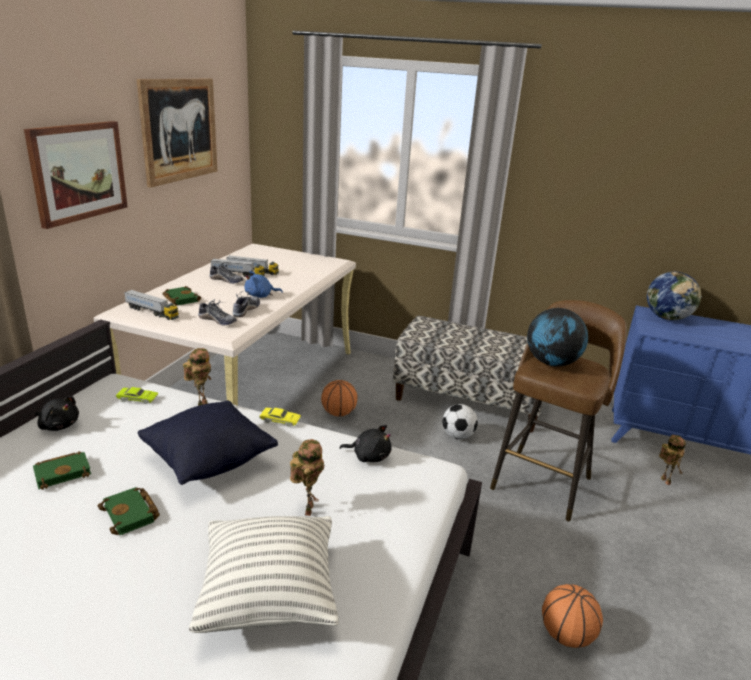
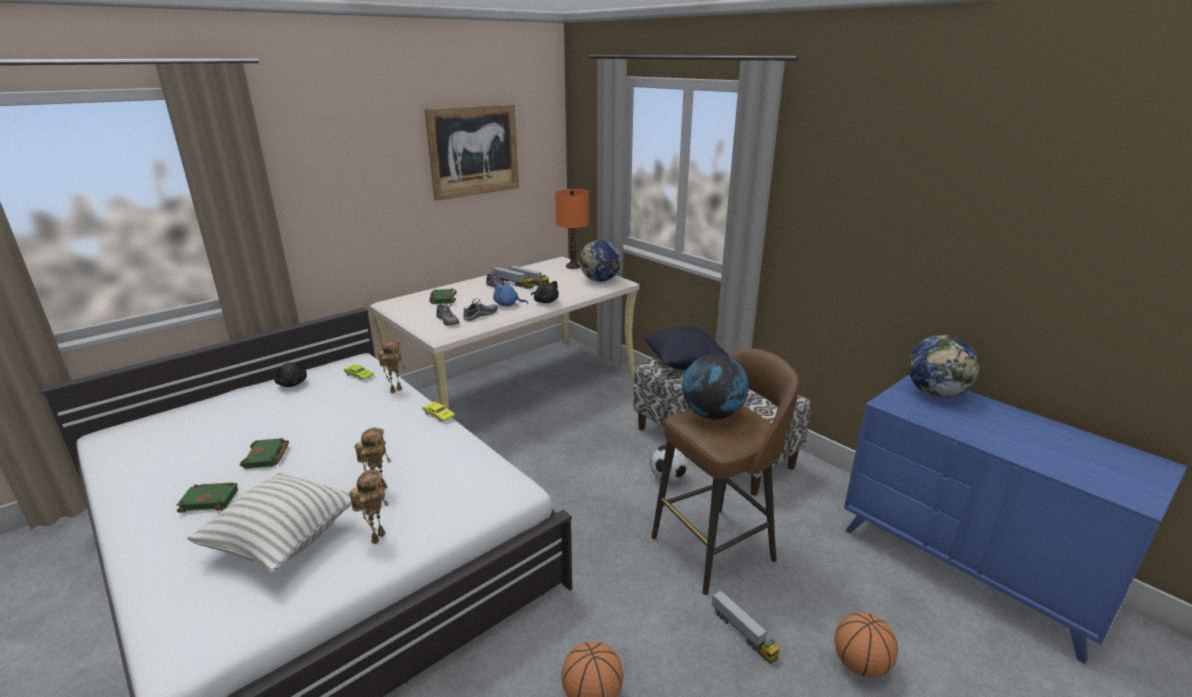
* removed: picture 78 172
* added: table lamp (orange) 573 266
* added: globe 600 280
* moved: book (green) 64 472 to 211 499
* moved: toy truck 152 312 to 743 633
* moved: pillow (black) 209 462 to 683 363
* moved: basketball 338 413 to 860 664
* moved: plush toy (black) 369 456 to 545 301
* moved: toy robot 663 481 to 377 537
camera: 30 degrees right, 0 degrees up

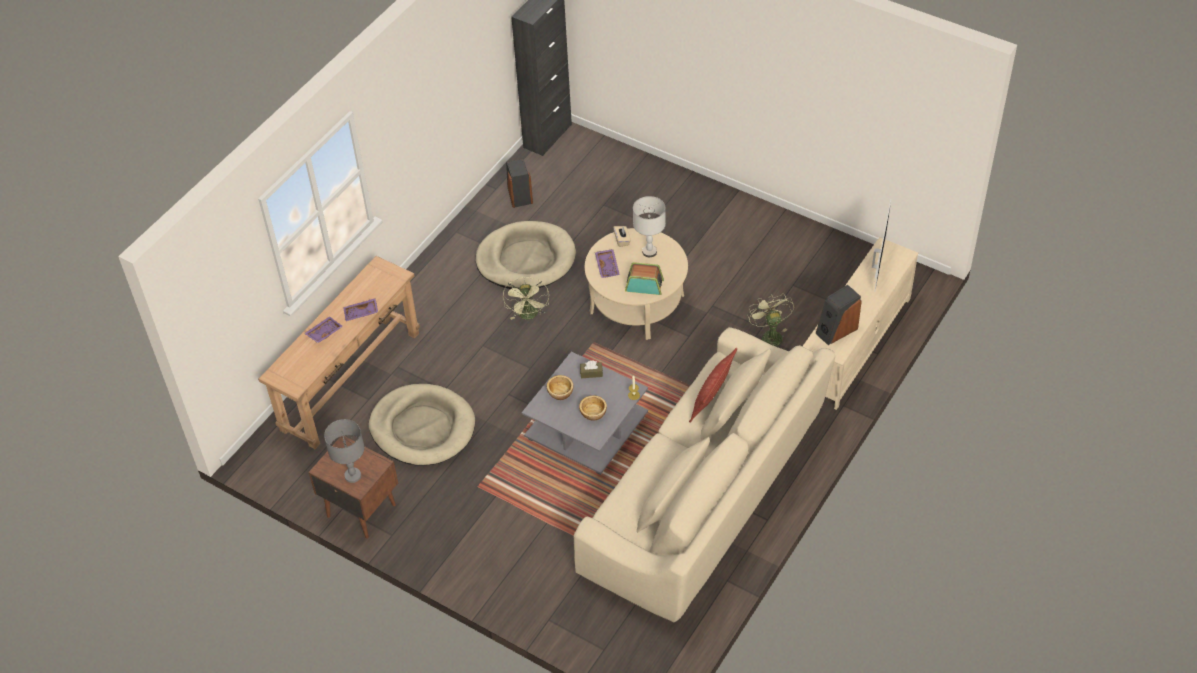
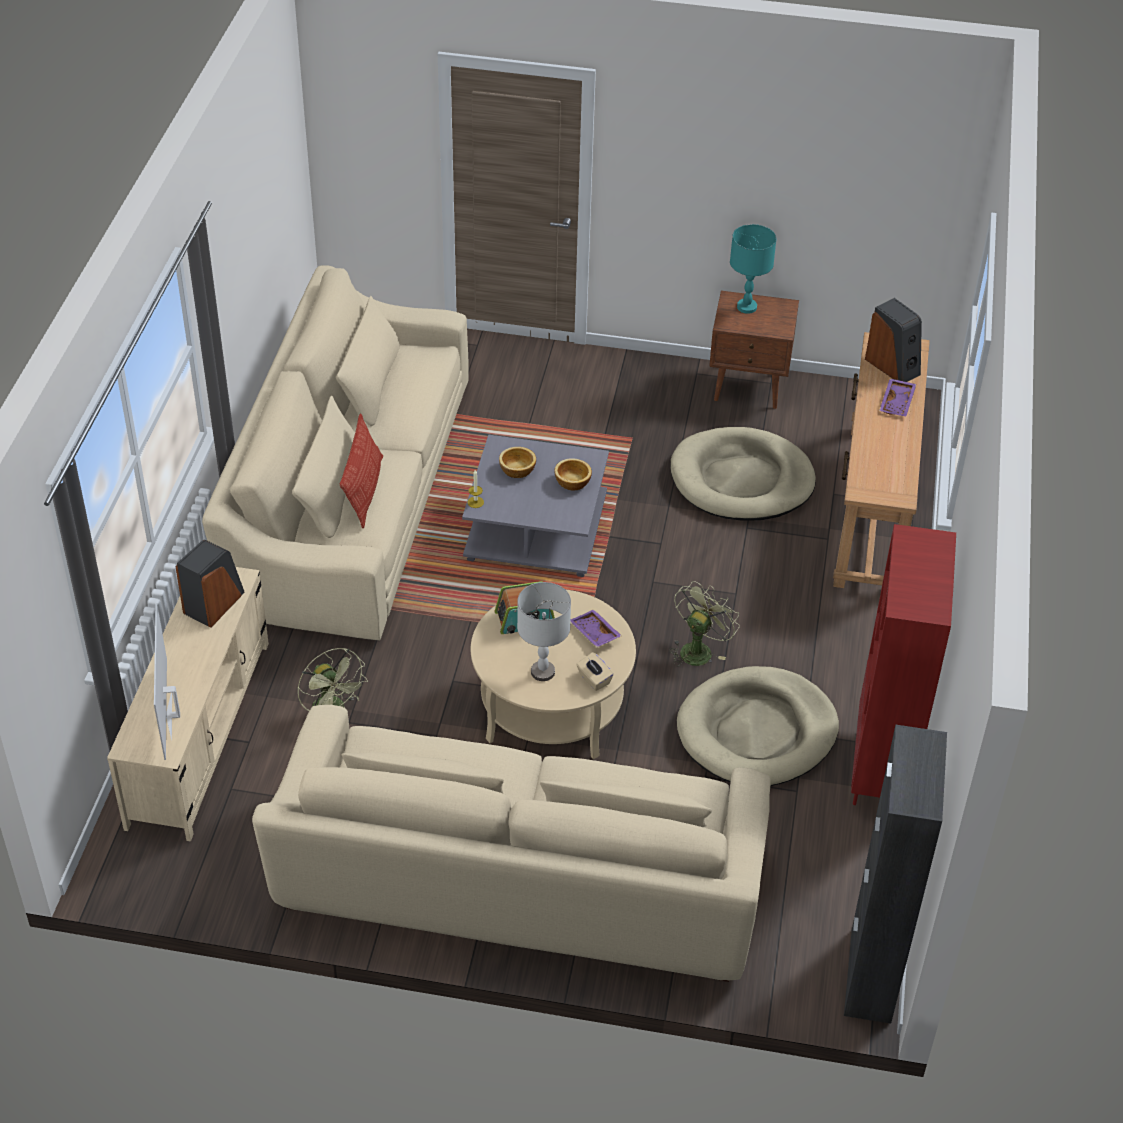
* removed: tray (purple) 361 313
* removed: tissue box (brown) 591 373
* added: sofa (beige) 518 883
* added: bookcase (red) 881 771
* moved: speaker 519 195 to 893 366
* recoloured: table lamp (grey) 353 476 to table lamp (turquoise) 746 307
* turned: fan (green) 529 316 = 698 649 60 degrees clockwise
camera: 155 degrees right, 5 degrees down

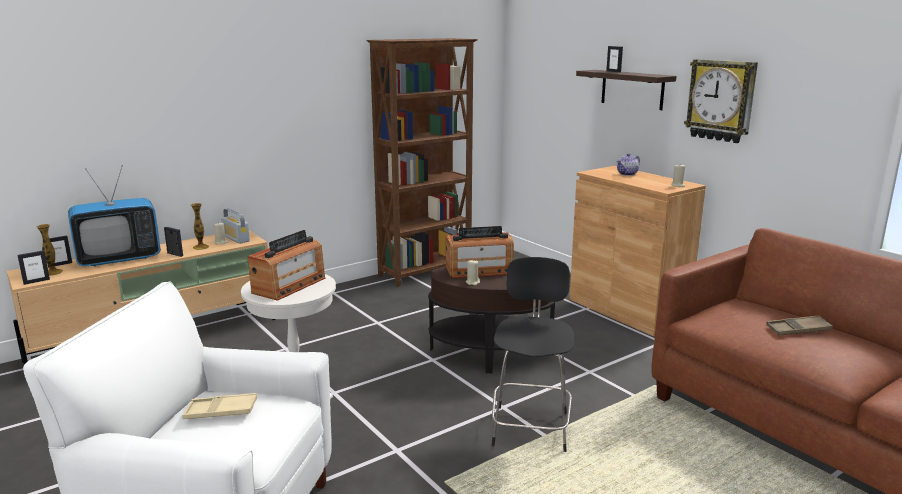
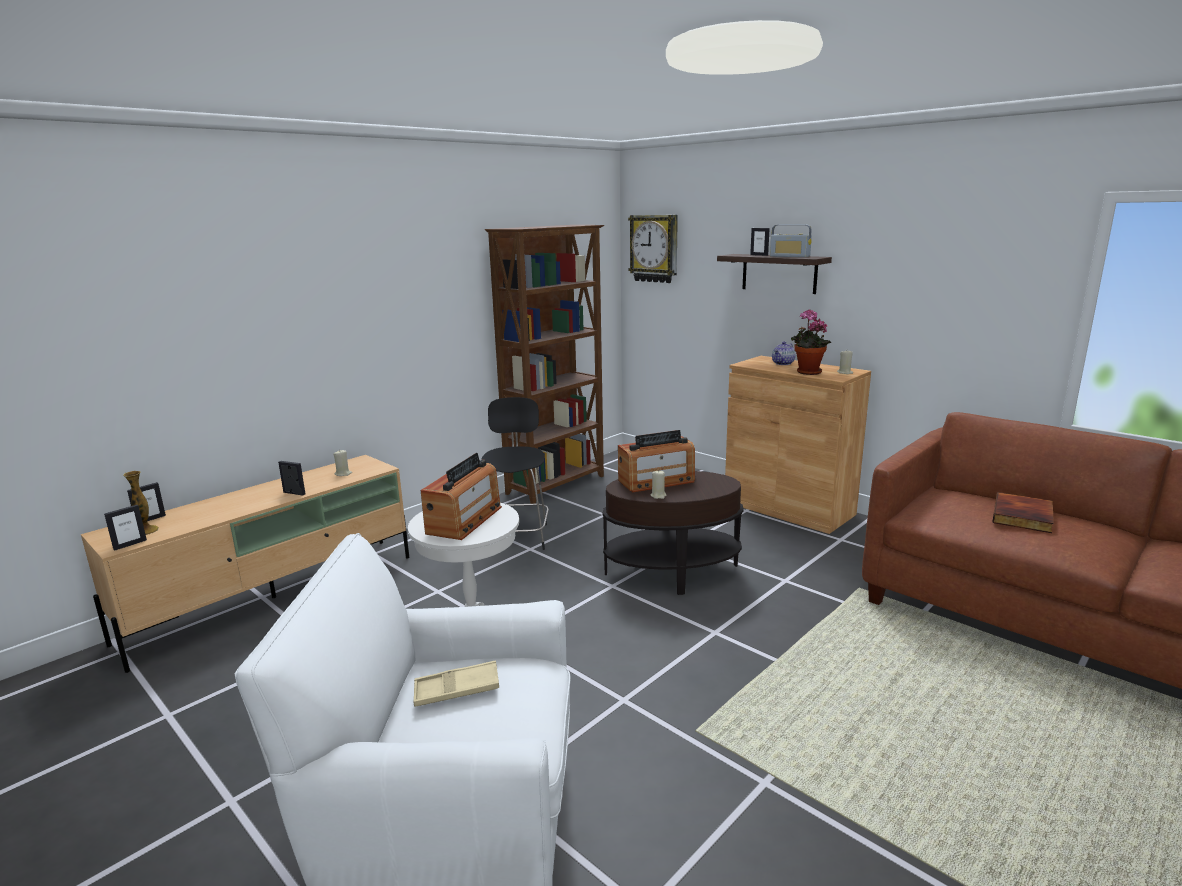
* removed: television 119 259
* removed: vase 200 247
* added: potted plant 806 372
* moved: radio 236 238 to 789 256
* moved: stool (black) 530 426 to 517 536
* moved: wall clock 721 100 to 654 248
* replaced: tray (brown) 798 330 to book 1024 516
camera: 10 degrees left, 0 degrees up

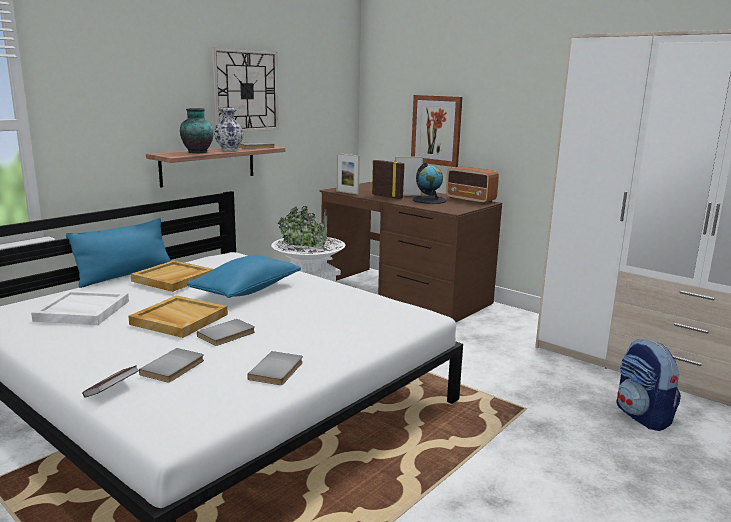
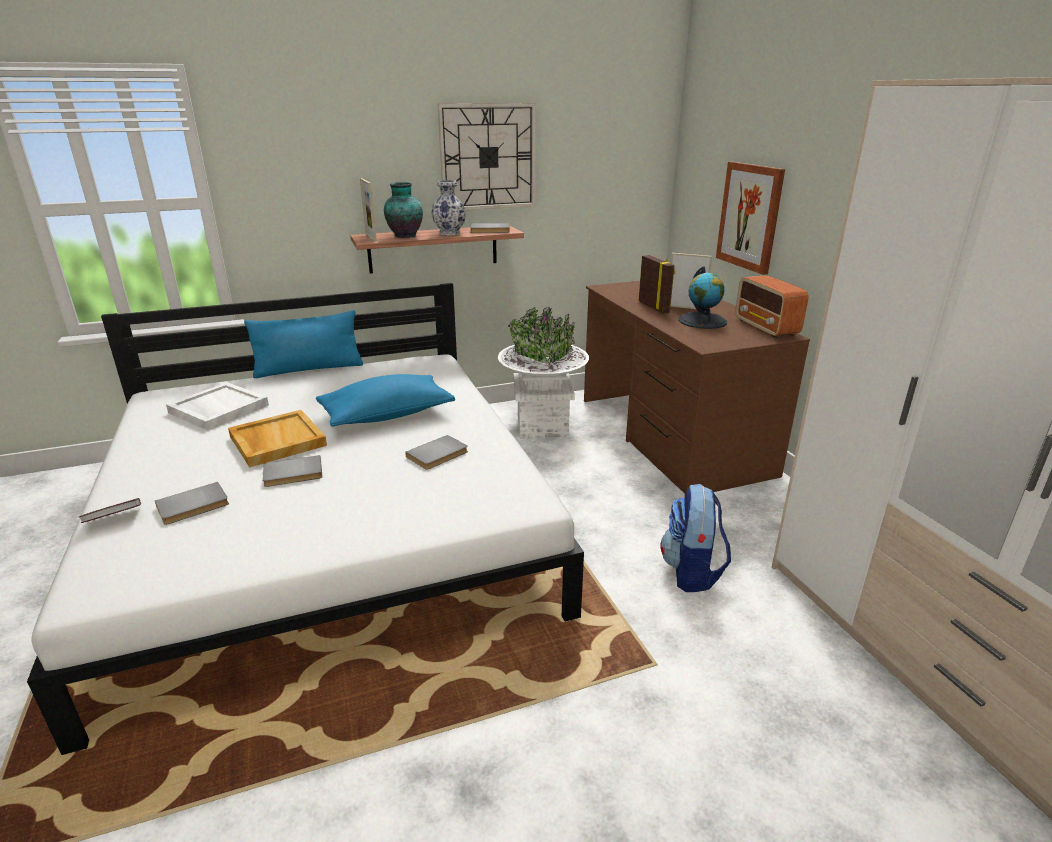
* removed: tray (beige) 173 279
* moved: book (grey) 278 370 to 438 455
* moved: picture frame 347 192 to 371 238
* moved: backpack 643 416 to 692 572
camera: 30 degrees right, 10 degrees up

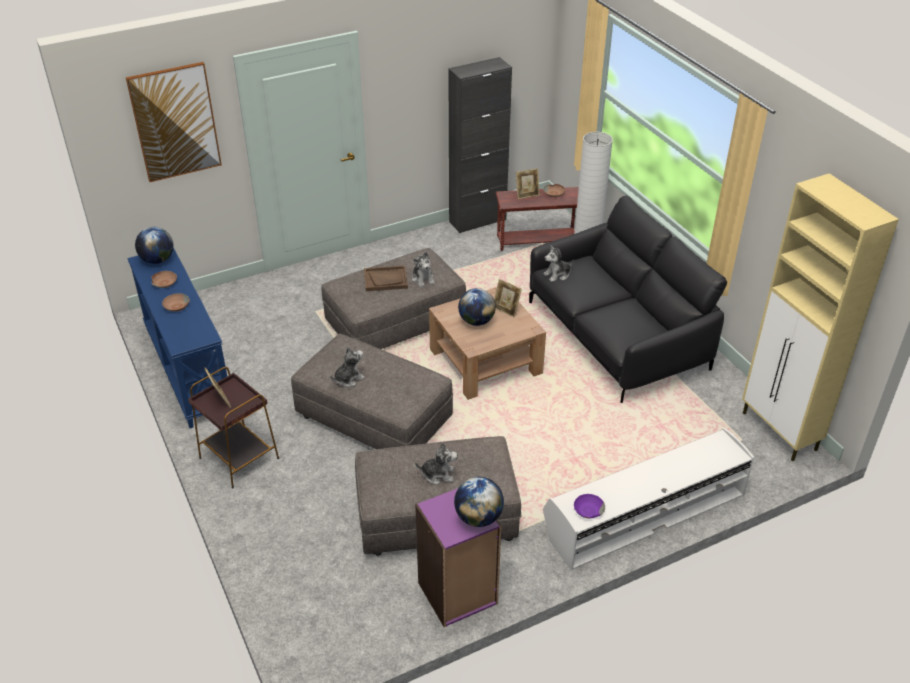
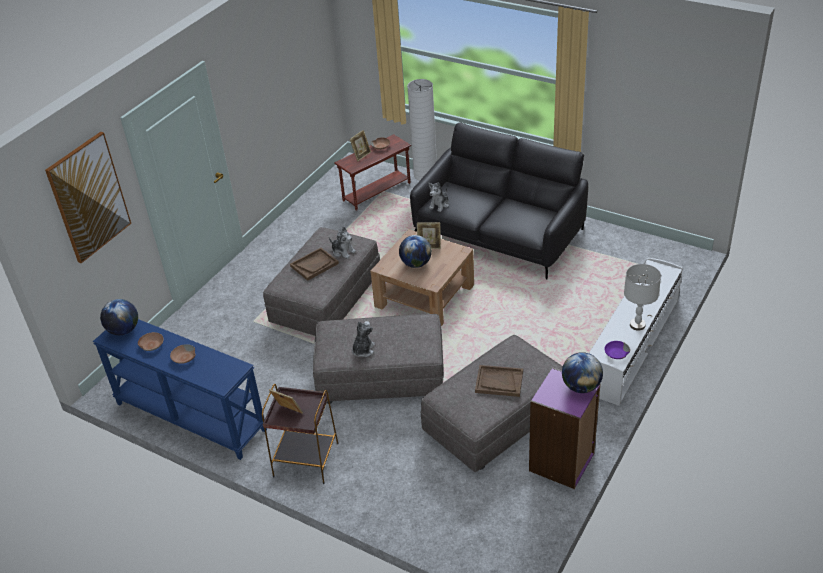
* removed: cabinet (black) 477 221
* removed: cabinet (beige) 779 432
* added: table lamp (grey) 637 325
* replaced: plush toy 438 474 to tray (brown) 499 382
camera: 30 degrees left, 0 degrees up

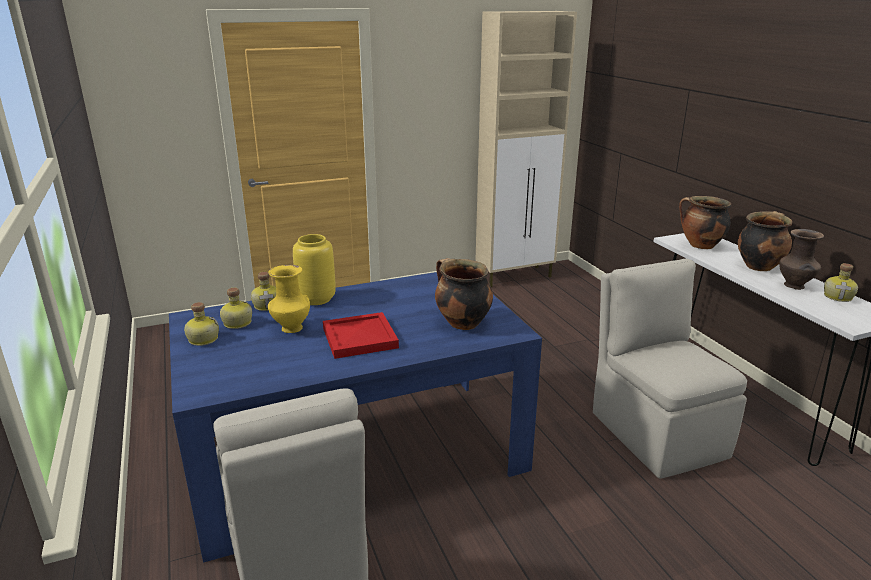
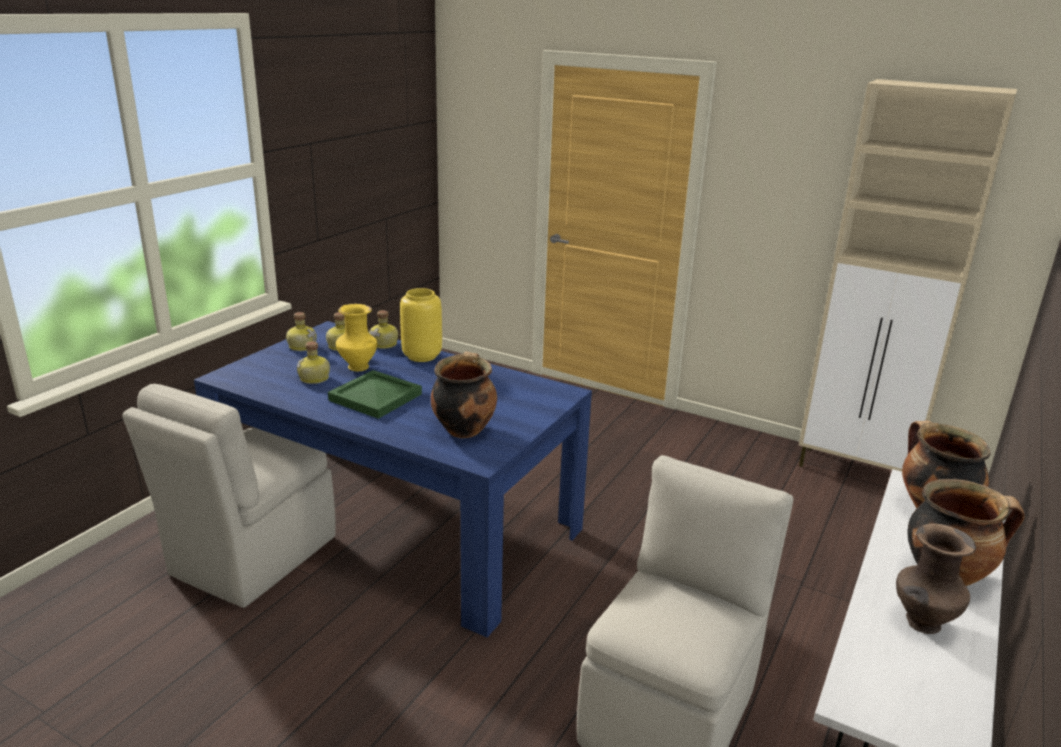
* moved: bottle 838 297 to 315 379
* recoloured: tray (red) 358 337 to tray (green) 375 396
camera: 50 degrees right, 0 degrees up

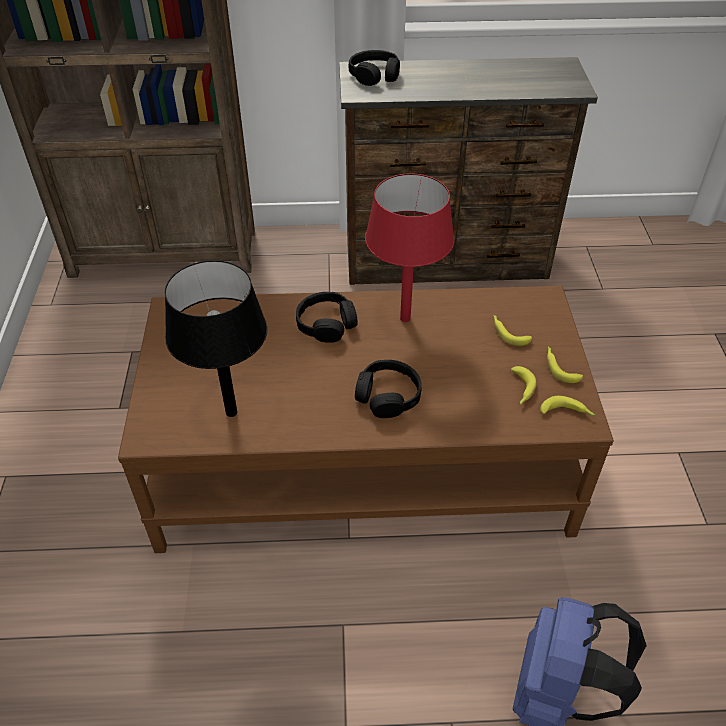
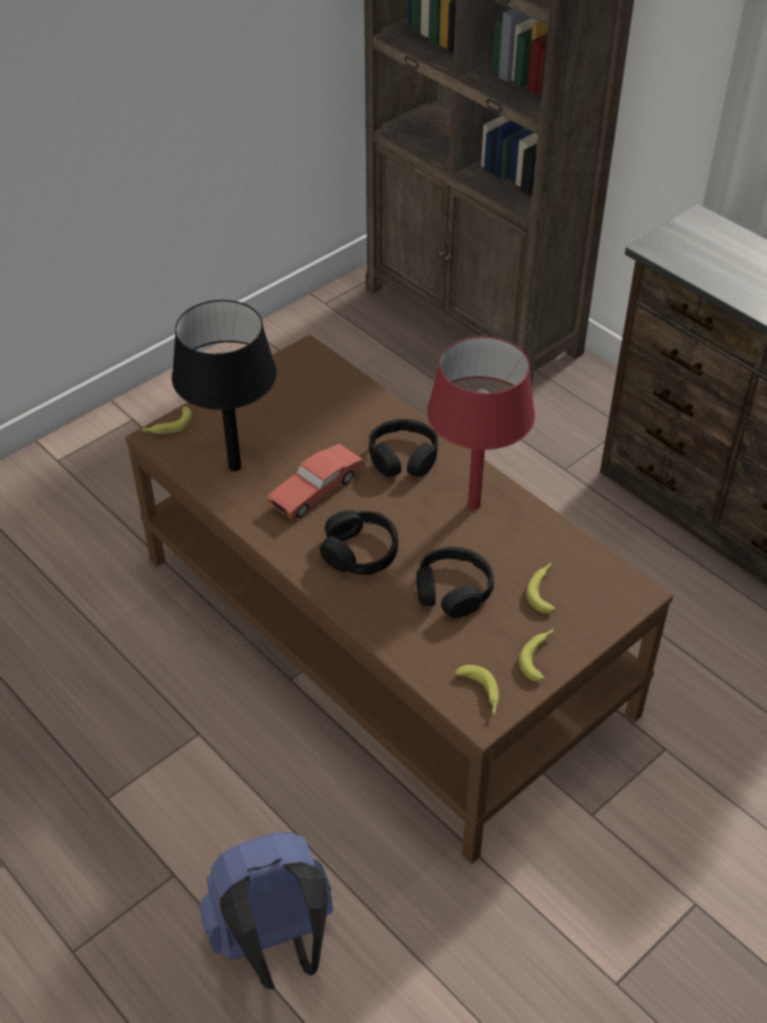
* added: toy car (red) 316 490
* moved: headphones (black) 374 75 to 453 590
* moved: banana 521 390 to 167 426
camera: 50 degrees right, 0 degrees up

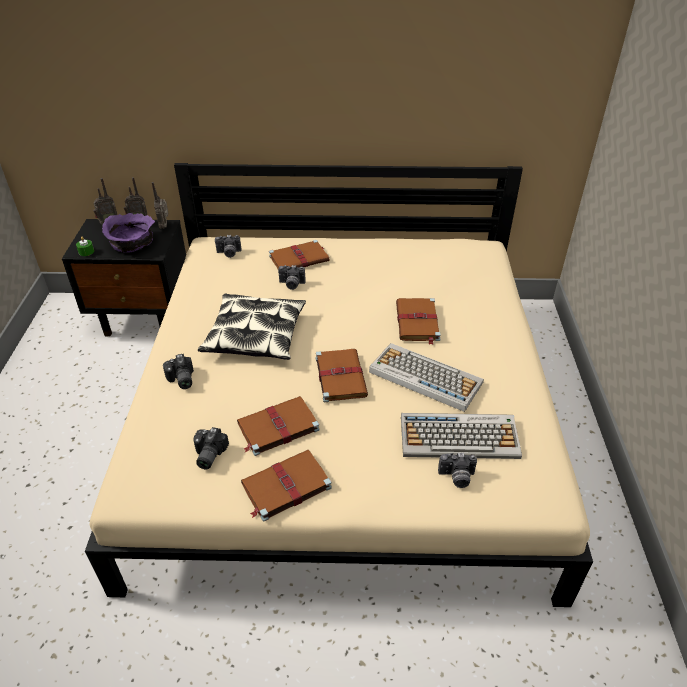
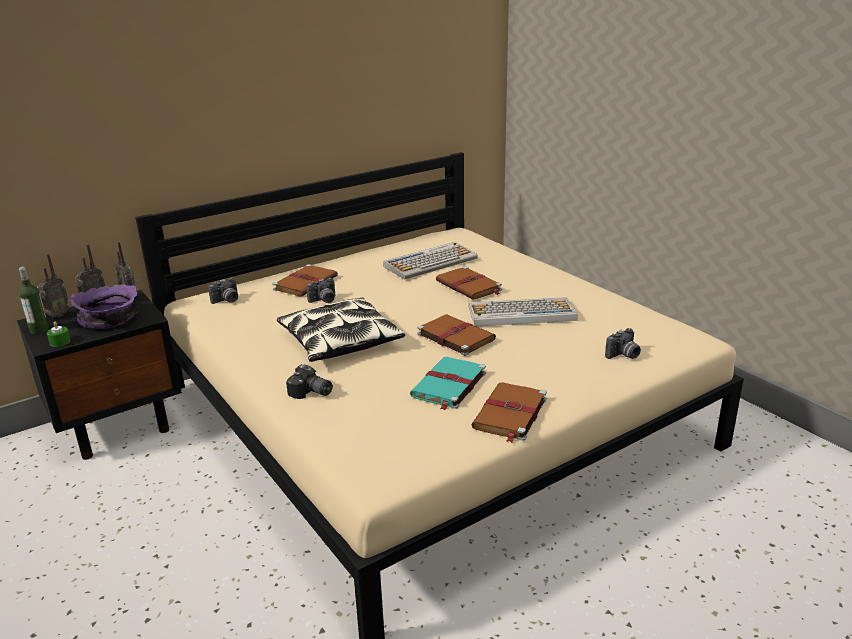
* removed: photo camera 207 455
* added: bottle 39 330
* moved: keyboard 460 437 to 431 262
* recoloured: book (brown) 277 427 to book (turquoise) 448 385
camera: 35 degrees left, 15 degrees down

